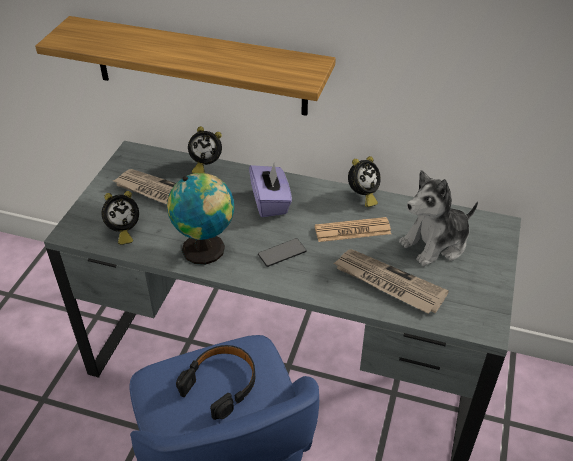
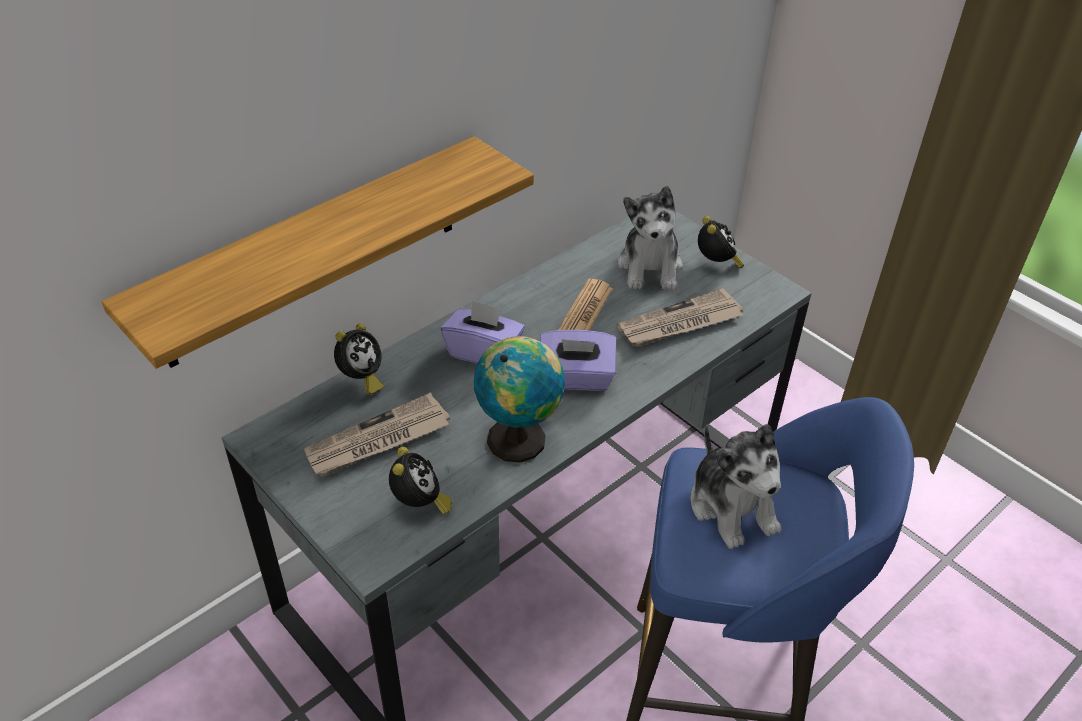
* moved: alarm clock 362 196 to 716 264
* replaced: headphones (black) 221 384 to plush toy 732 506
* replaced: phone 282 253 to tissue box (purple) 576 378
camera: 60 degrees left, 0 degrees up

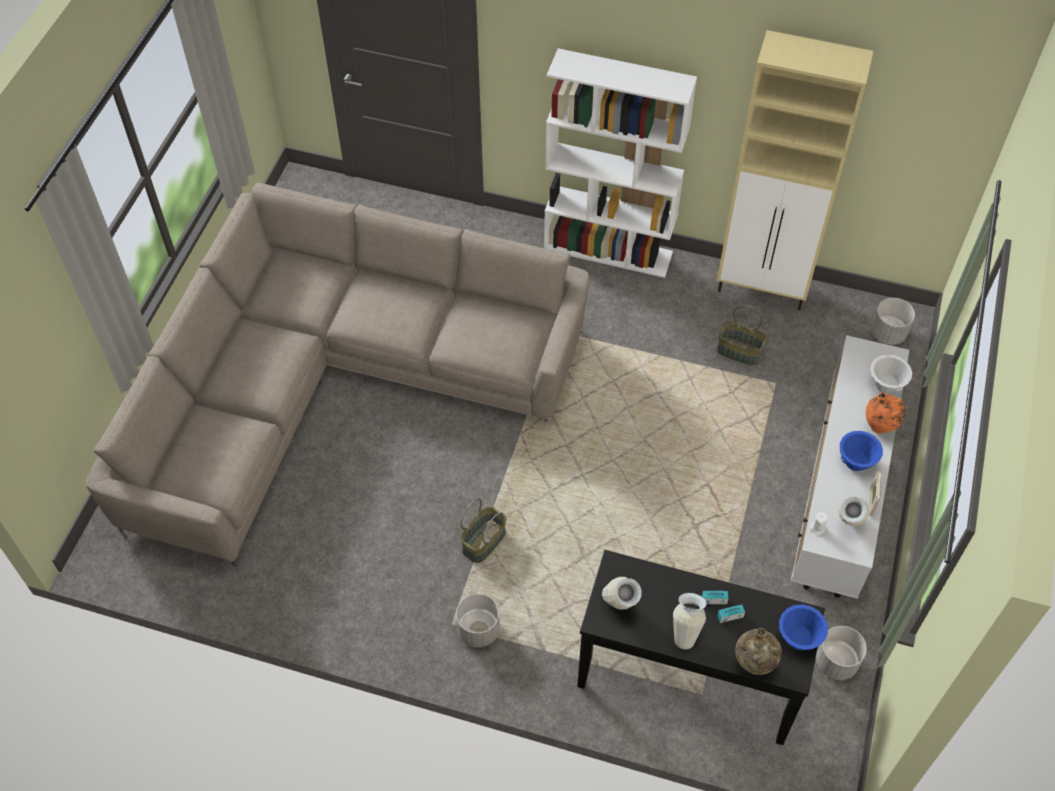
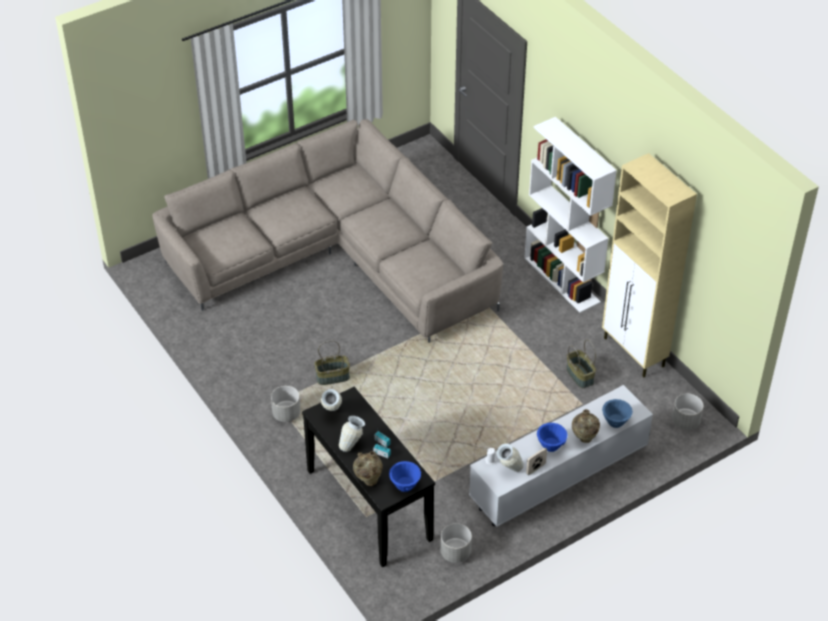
* recoloured: vase (orange) 878 429 to vase (beige) 584 439
* recoloured: bowl (white) 885 385 to bowl (blue) 615 422
camera: 40 degrees right, 10 degrees down

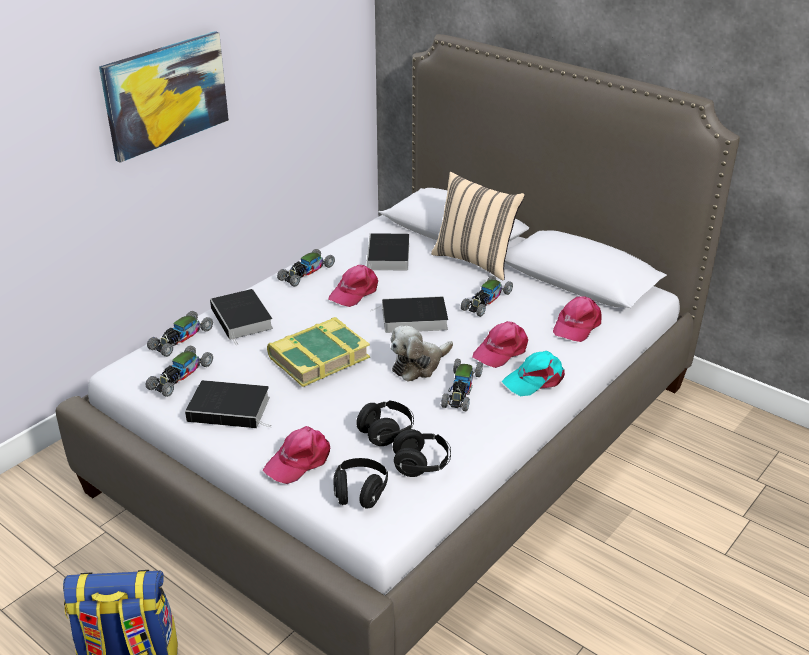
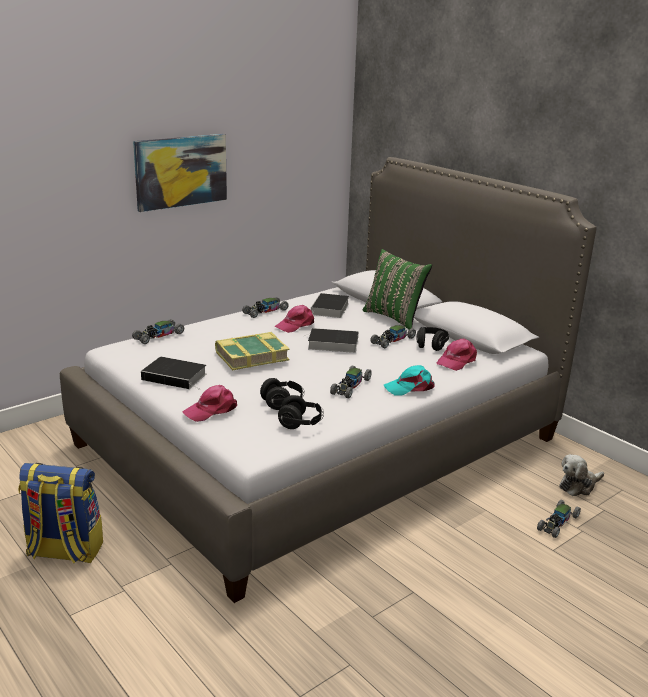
* removed: book 243 319
* removed: cap (pink) 501 350
* moved: toy car 180 376 to 557 523
* moved: headphones (black) 360 493 to 431 345
* moved: plush toy 419 365 to 578 486
* recoloured: pillow (beige) 475 260 to pillow (green) 394 318
camera: 10 degrees right, 10 degrees down

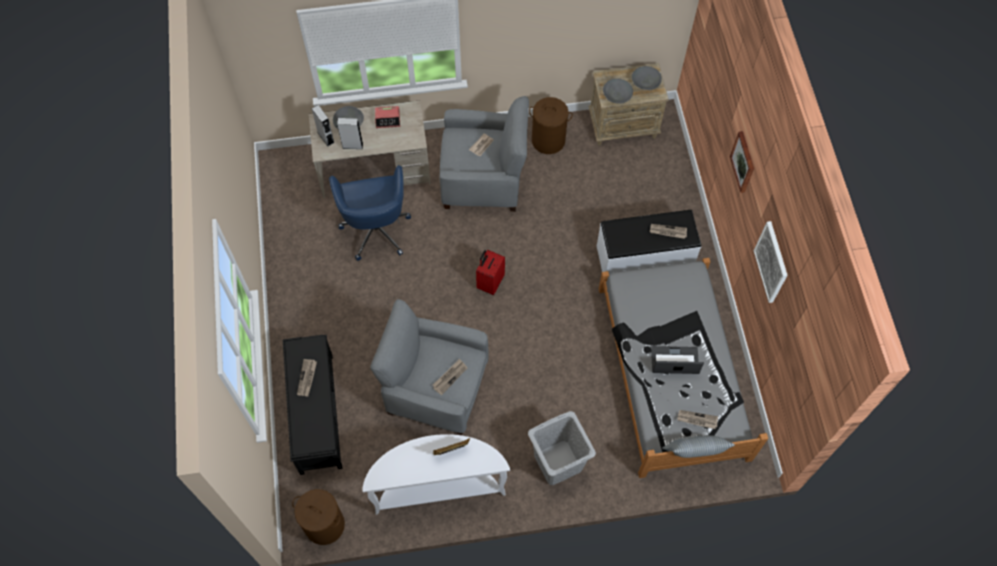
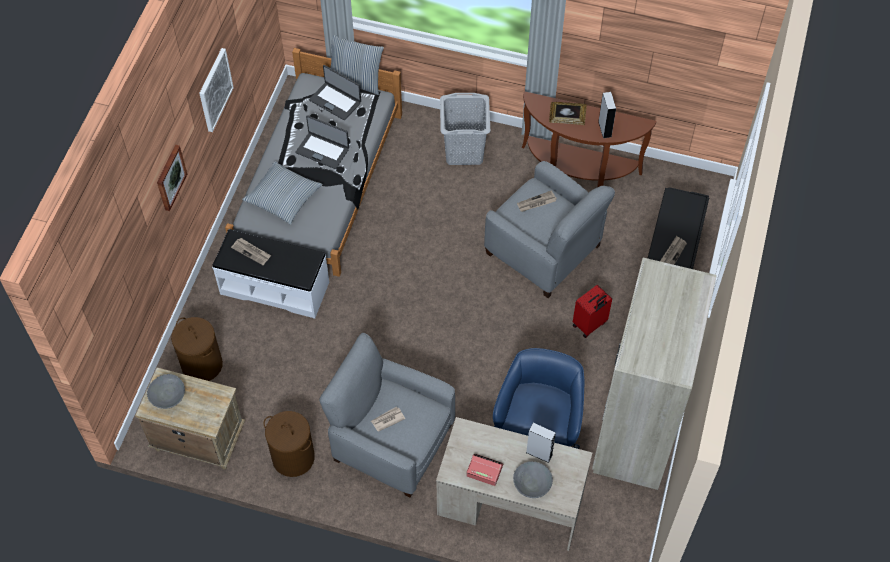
* removed: bowl (grey) 617 96
* added: pillow 283 197
* added: wardrobe (beige) 636 428
* moved: laundry basket (brown) 324 525 to 202 365
* moved: speaker (grey) 326 137 to 604 129
* moved: suitcase (red) 490 282 to 590 325
* replaced: newspaper 697 420 to laptop 335 101
* recoloured: console table (white) 438 487 to console table (brown) 578 171
camera: 155 degrees left, 5 degrees down

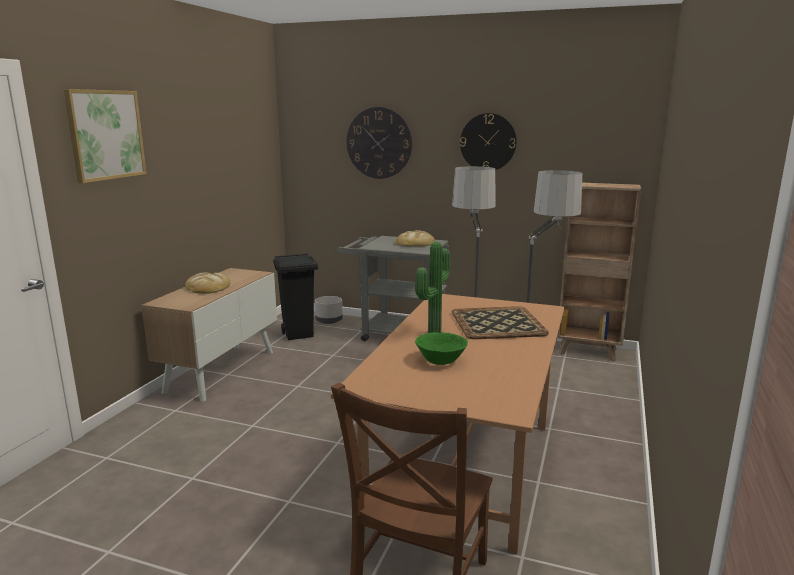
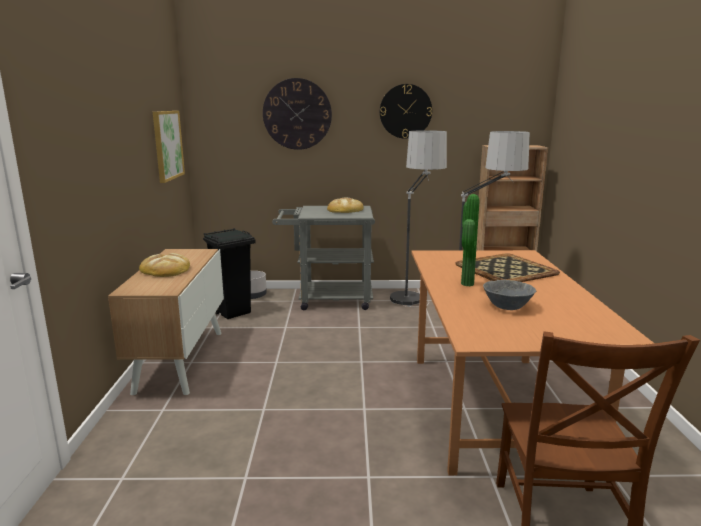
* moved: picture 105 135 to 167 145
* recoloured: bowl (green) 441 360 to bowl (grey) 508 306
camera: 20 degrees left, 0 degrees up

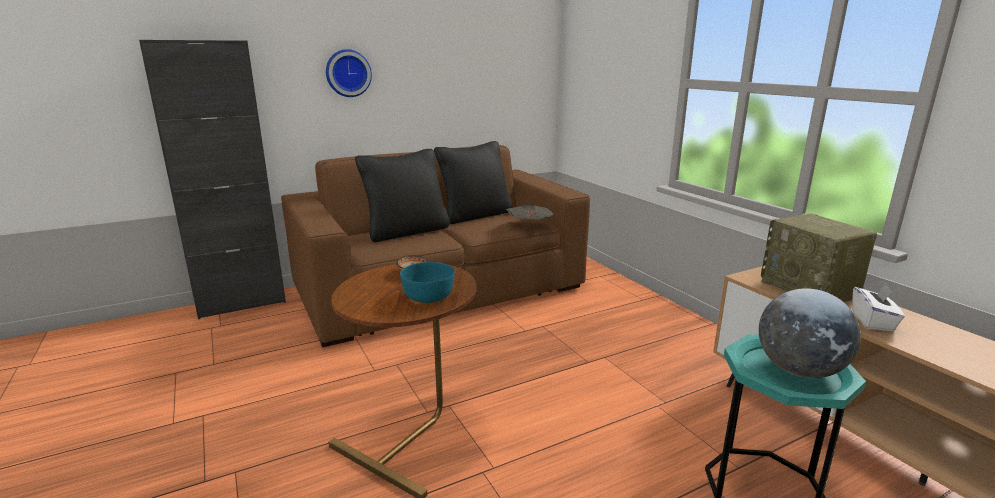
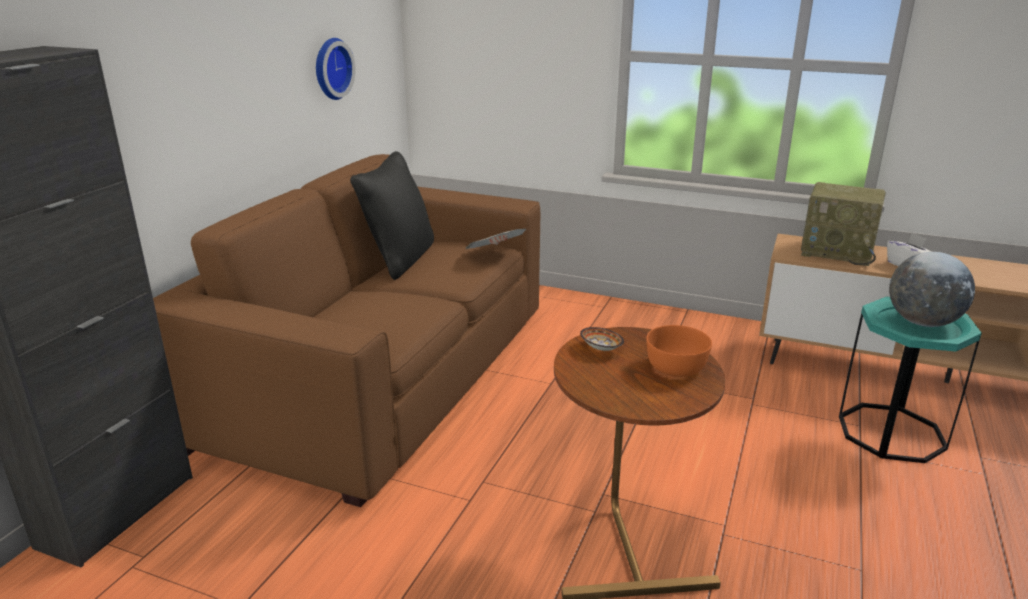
* removed: pillow (black) 406 231
* moved: wall clock 348 73 to 330 68
* recoloured: bowl (turquoise) 429 296 to bowl (orange) 676 366
camera: 40 degrees left, 5 degrees up

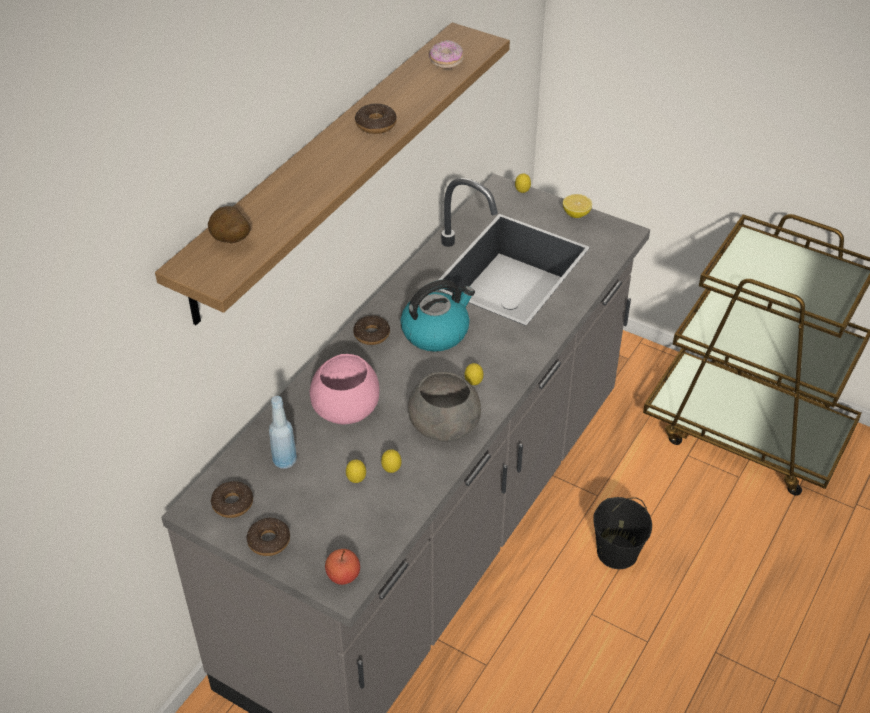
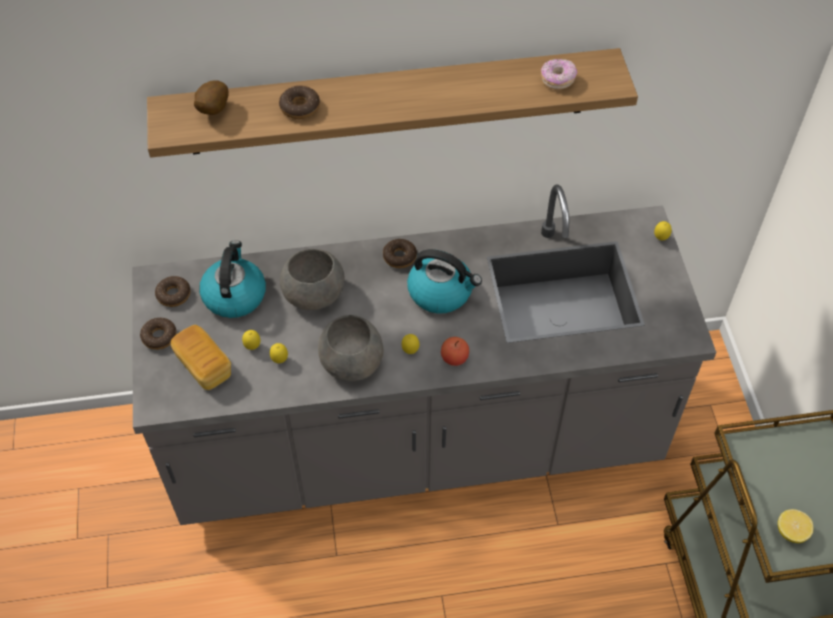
* removed: bucket (black) 616 552
* added: bread 204 366
* moved: apple 343 575 to 454 358
* moved: donut 376 124 to 300 107
* moved: lemon 576 214 to 791 532
* replaced: bottle (blue) 284 461 to kettle 234 295
* recoloured: bowl (pink) 346 407 to bowl (grey) 315 293
camera: 50 degrees right, 10 degrees up

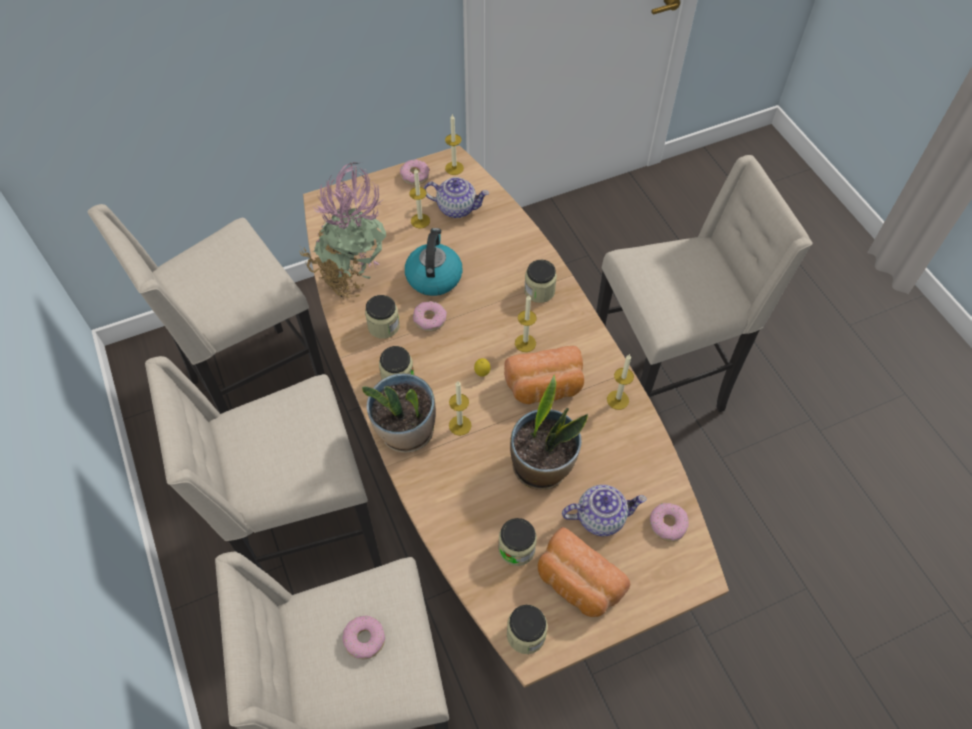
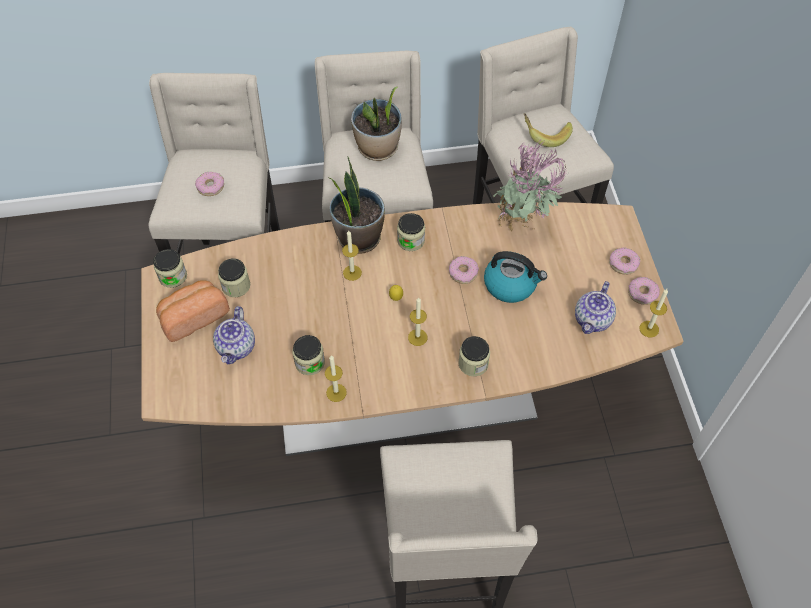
* removed: candle 420 221
* removed: bread 545 388
* added: banana 545 135
* moved: jar 383 326 to 310 362
* moved: potted plant 542 466 to 378 148
* moved: donut 668 524 to 623 264
camera: 105 degrees right, 0 degrees up

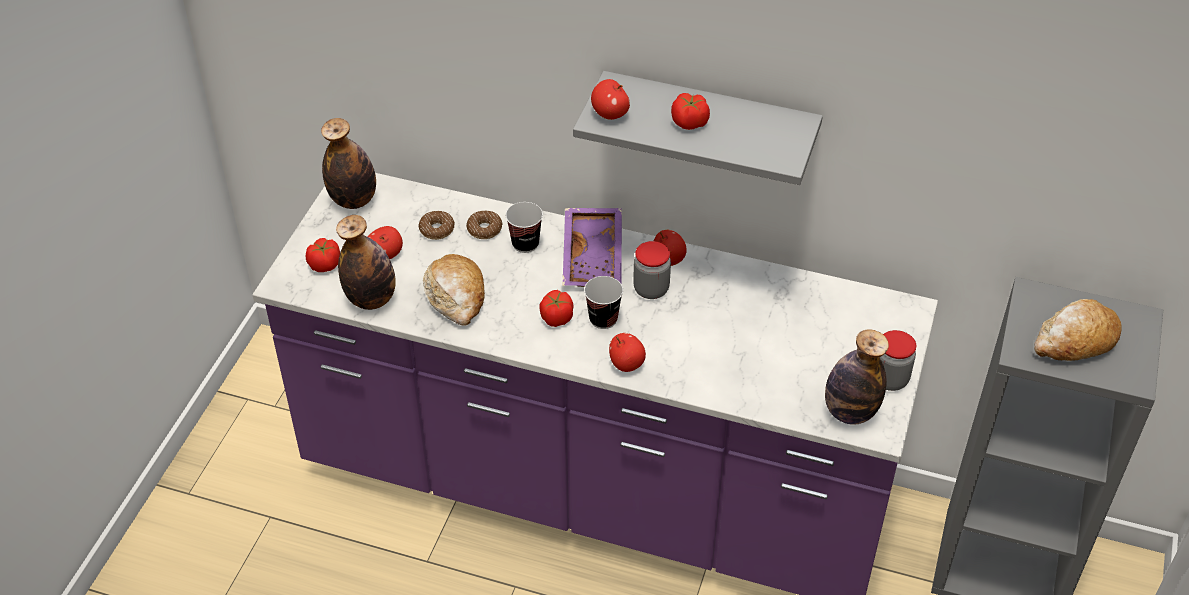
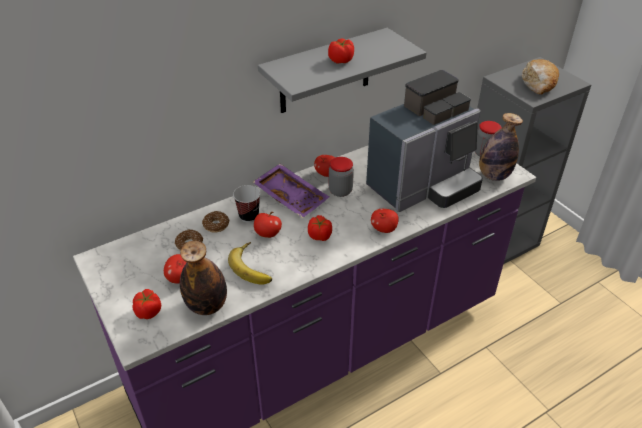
* removed: bottle 353 200
* removed: cup 603 319
* added: coffee machine 423 186
* moved: apple 610 114 to 267 234
* replaced: bread 456 297 to banana 254 266
camera: 50 degrees left, 5 degrees down

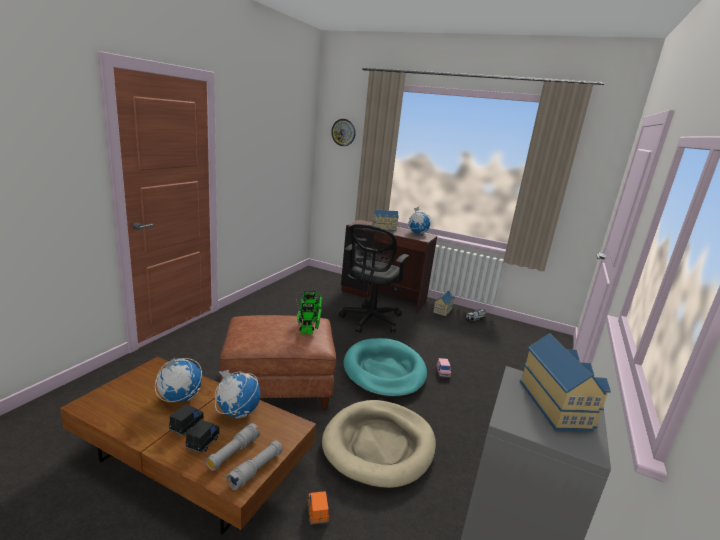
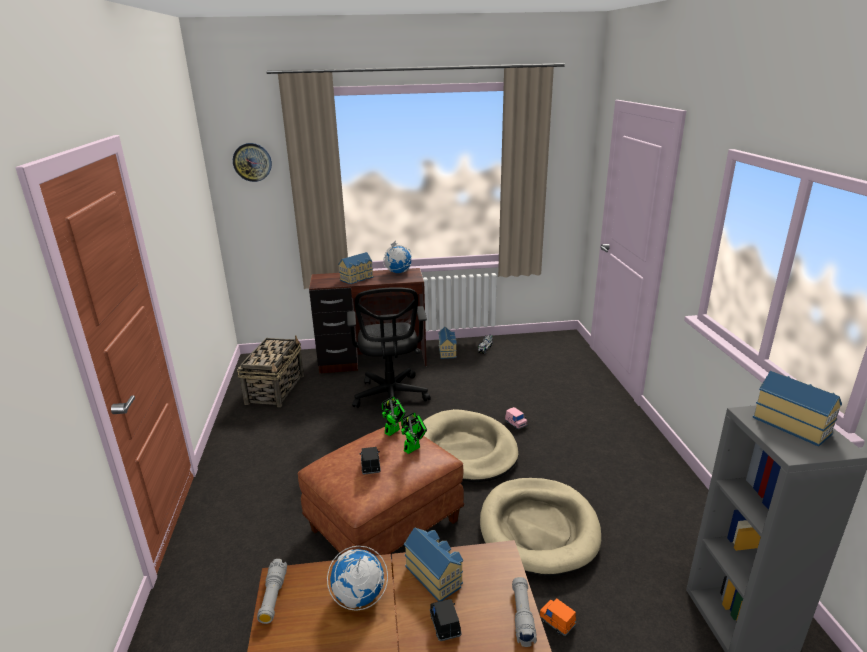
* added: basket 275 389
* moved: toy car (black) 187 426 to 370 467
* moved: flashlight (grey) 233 453 to 273 597
* replaced: globe 237 412 to toy house 435 574
* recoloured: dog bed (turquoise) 384 371 to dog bed (beige) 465 450
camera: 30 degrees left, 5 degrees up

